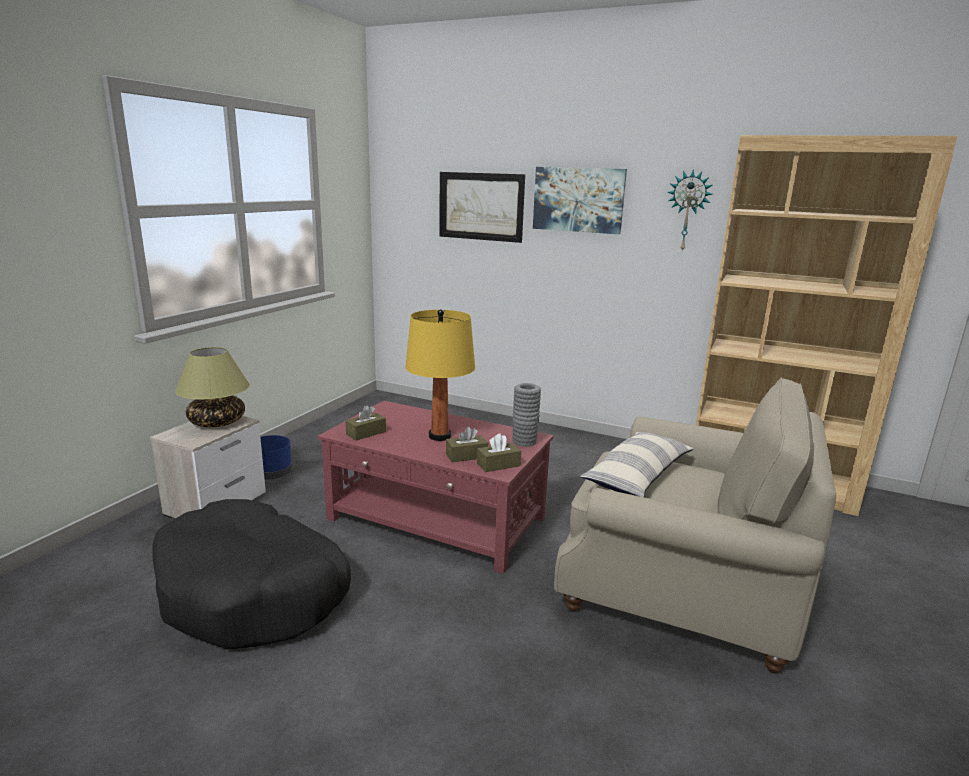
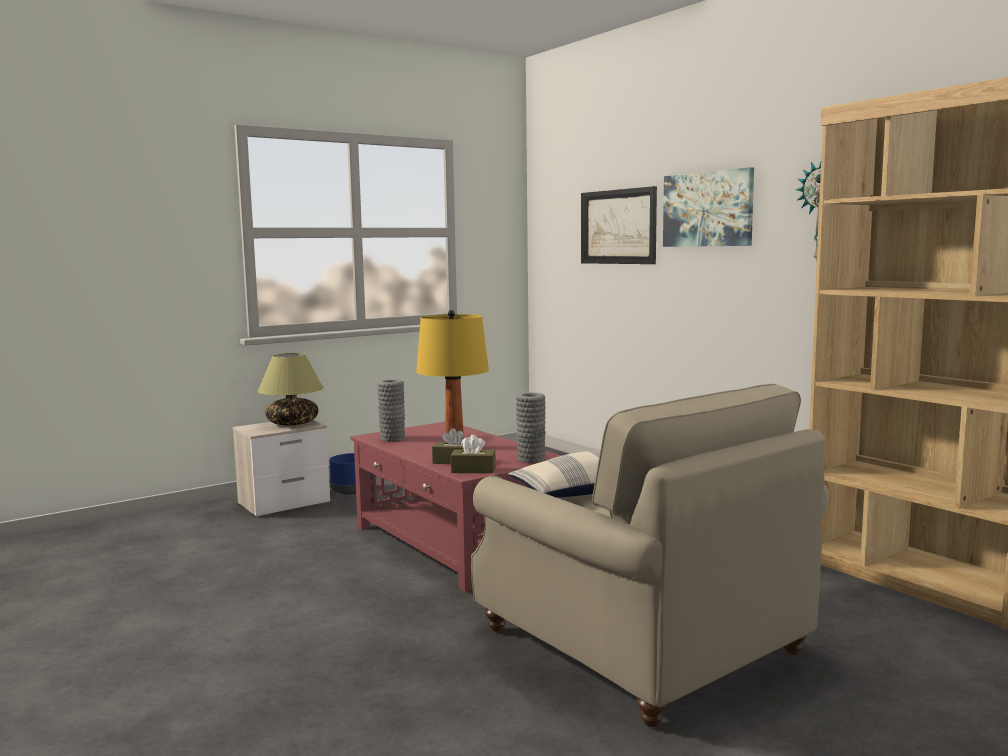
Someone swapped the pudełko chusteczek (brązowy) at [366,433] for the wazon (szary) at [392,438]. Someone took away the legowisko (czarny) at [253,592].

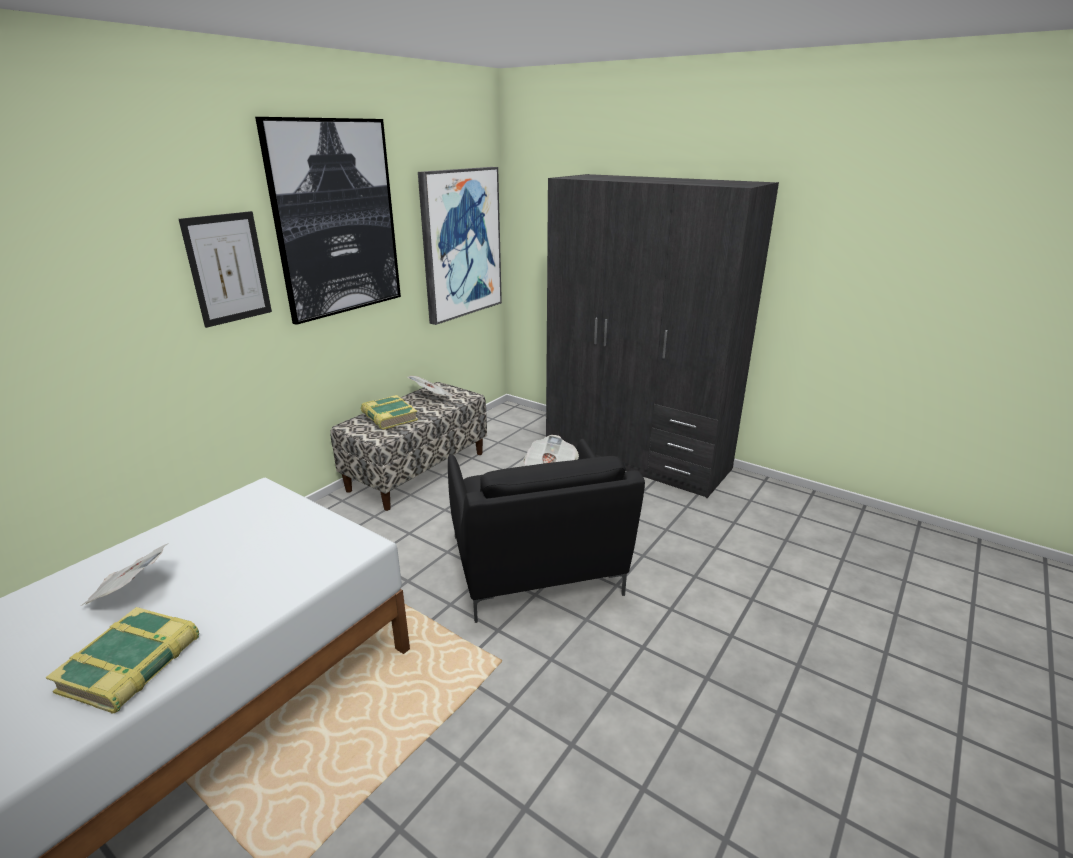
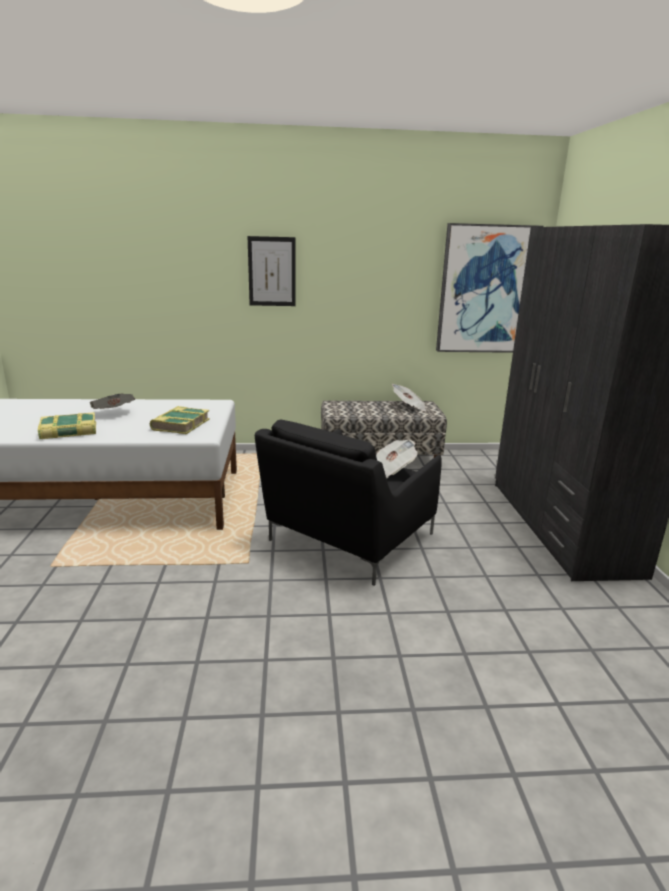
Someone carried the książka from [389,417] to [180,425]. Someone took away the obraz at [336,219].

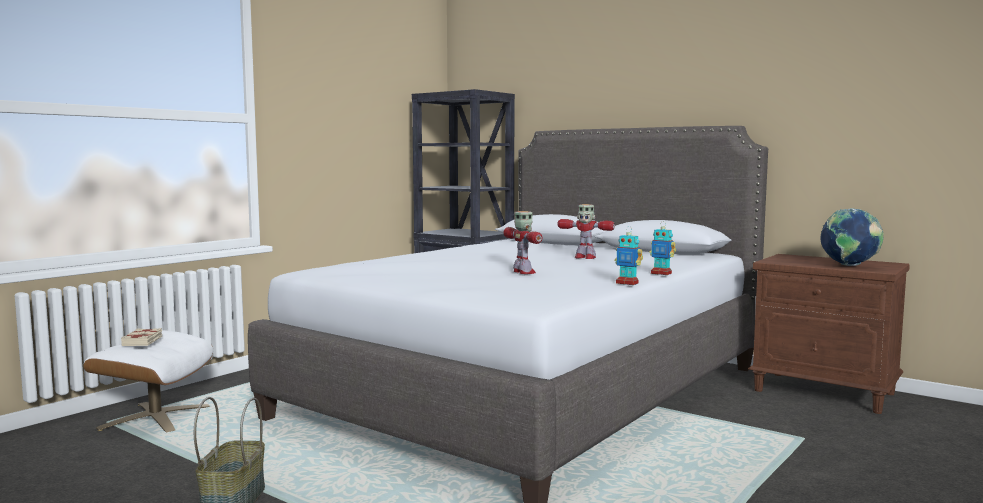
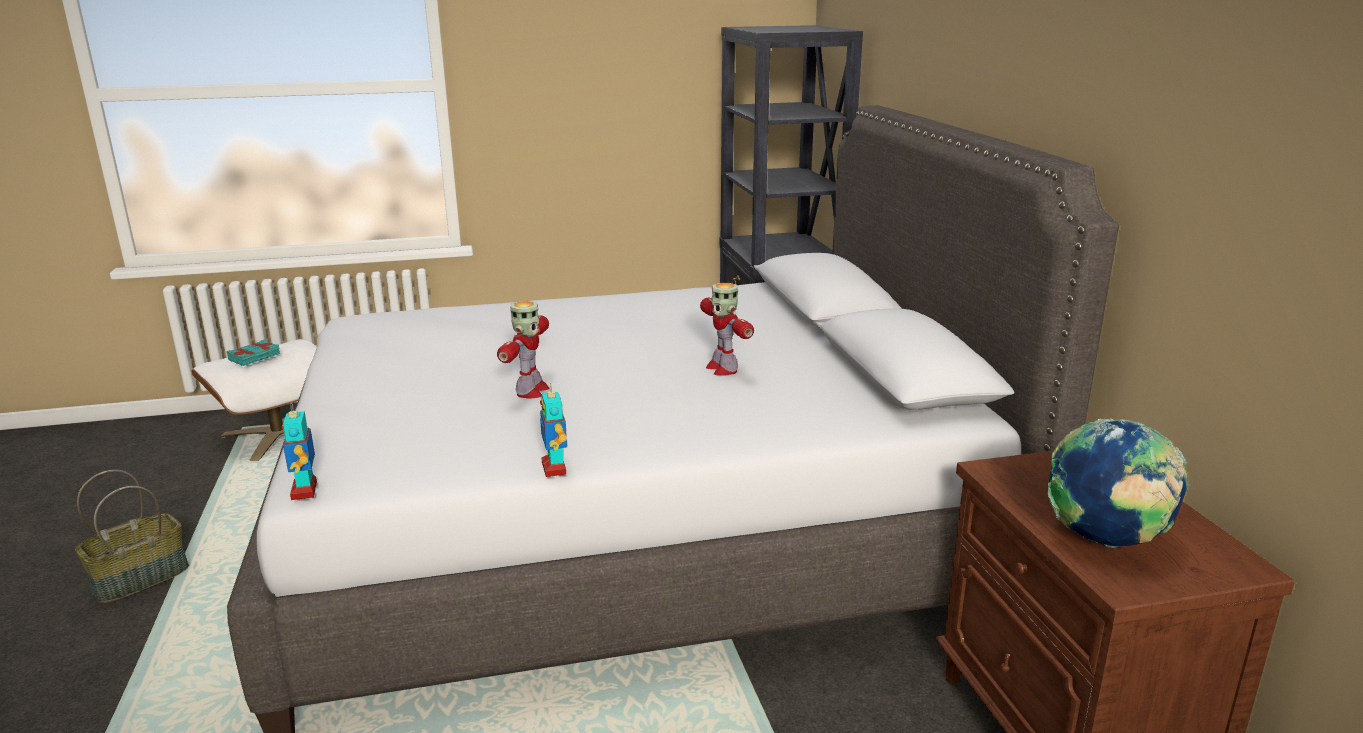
Someone repainted the książka (beżowy) at [143,341], which became the książka (turkusowy) at [255,357]. Someone carried the robot zabawkowy from [661,273] to [305,491].

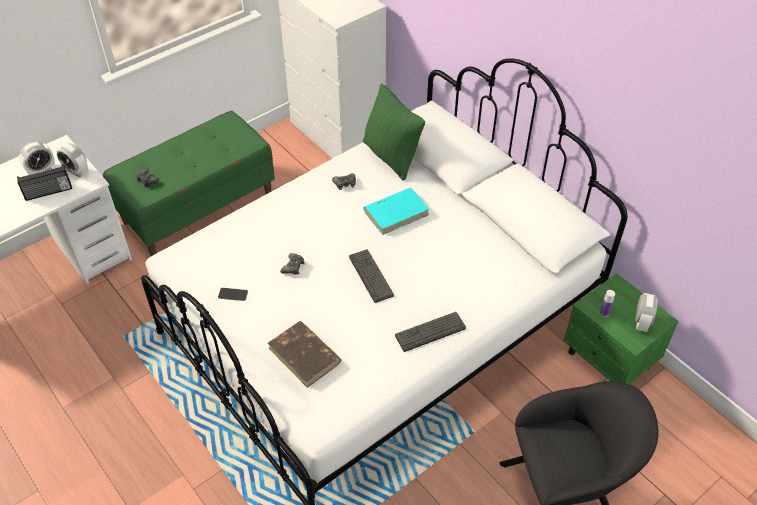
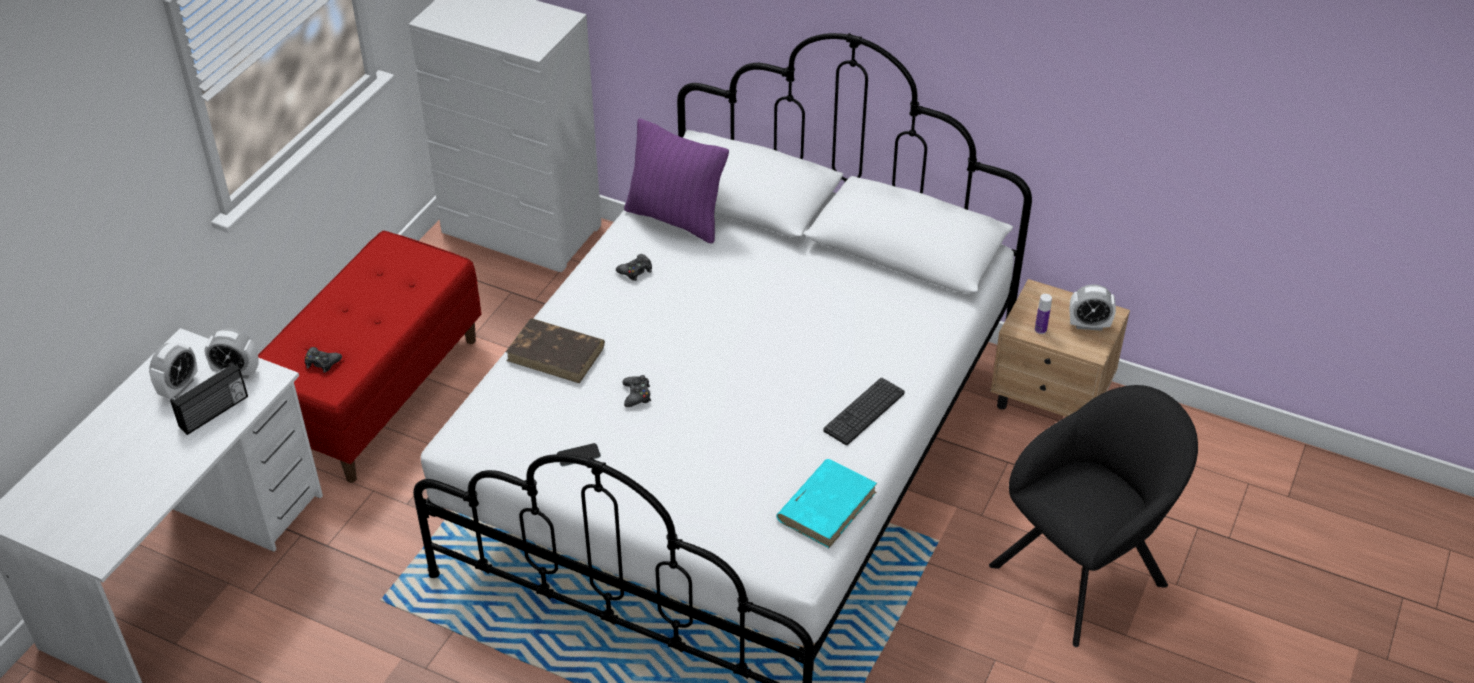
Someone repainted the ławka (zielony) at [198,207], which became the ławka (czerwony) at [377,393]. Someone carried the książka (brązowy) from [305,356] to [556,354]. Someone repainted the poduszka (zielony) at [391,157], which became the poduszka (fioletowy) at [675,219]. Someone carried the książka (turkusowy) from [396,212] to [827,505]. Someone repainted the szafka nocna (zielony) at [609,360], which became the szafka nocna (beżowy) at [1052,399]. Someone rotated the budzik at [641,322] by 105 degrees clockwise. Someone took away the klawiatura at [370,276].

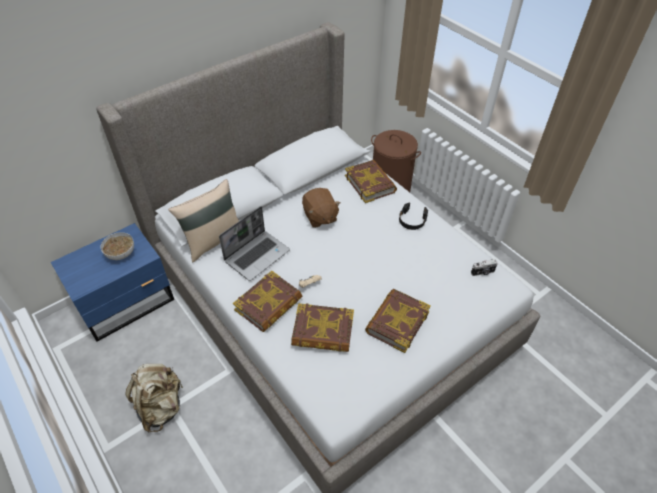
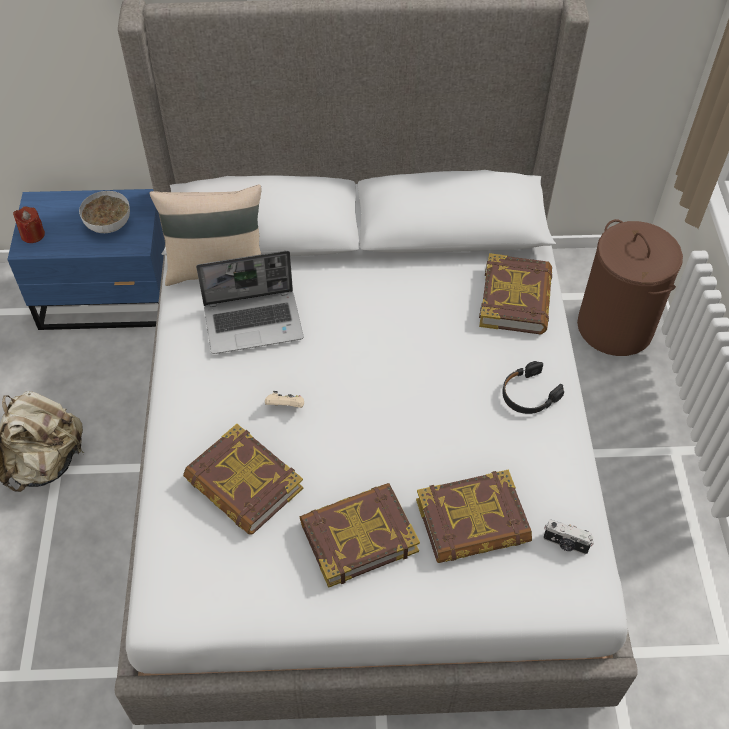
Someone put down the świeca (czerwony) at [33,234]. Someone carried the książka from [269,304] to [472,522]. Someone took away the pluszak (brązowy) at [320,217].

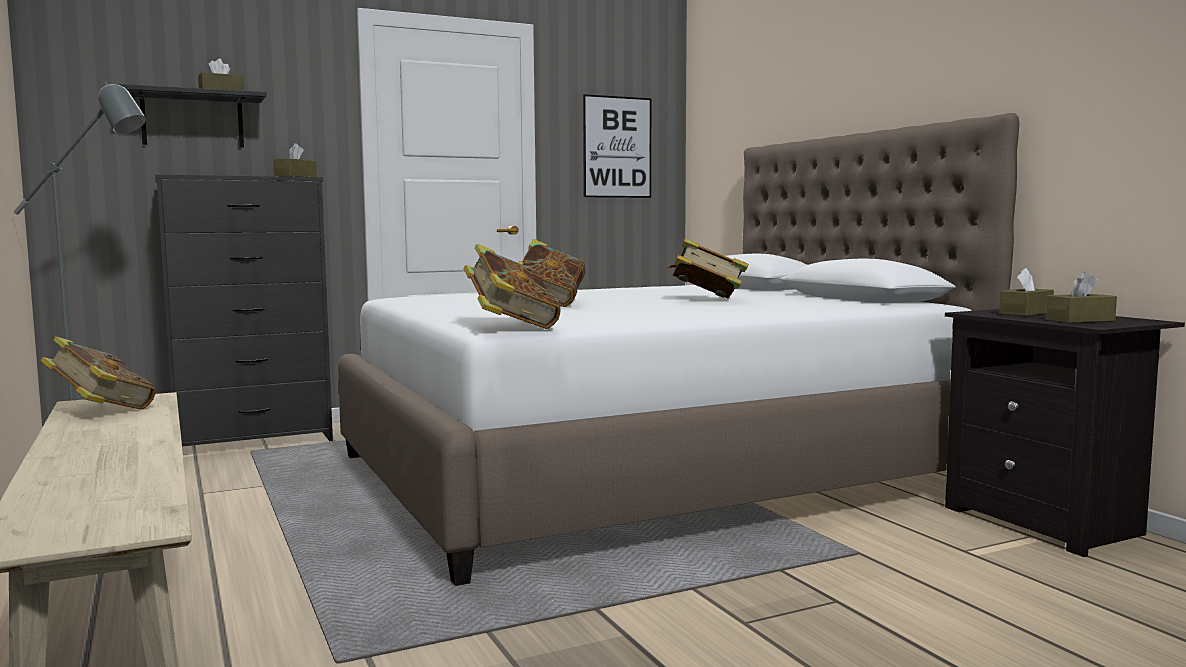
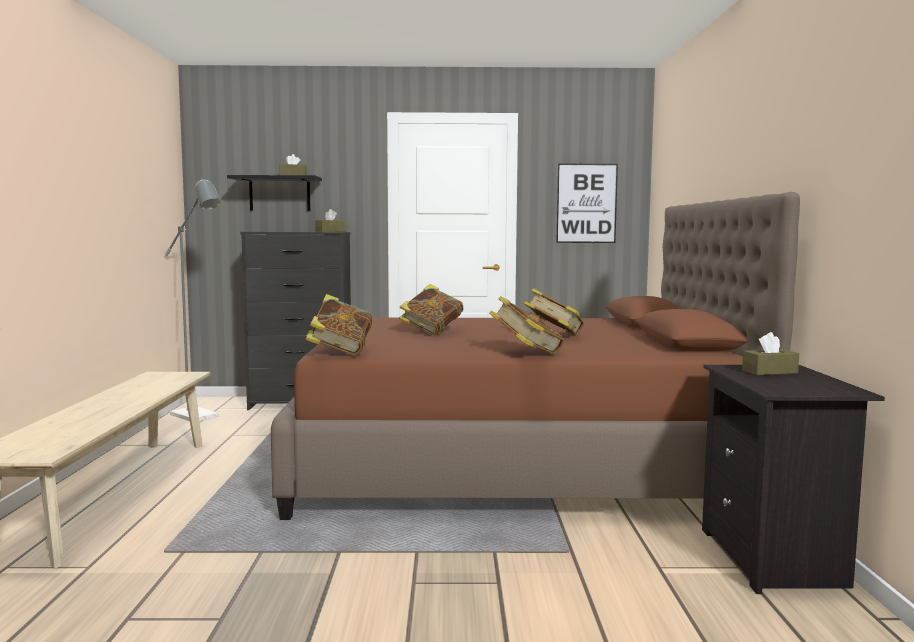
Someone repainted the łóżko (biały) at [650,472], which became the łóżko (brązowy) at [513,463]. Someone carried the książka from [101,411] to [526,353]. Someone took away the pudełko chusteczek (brązowy) at [1080,320].

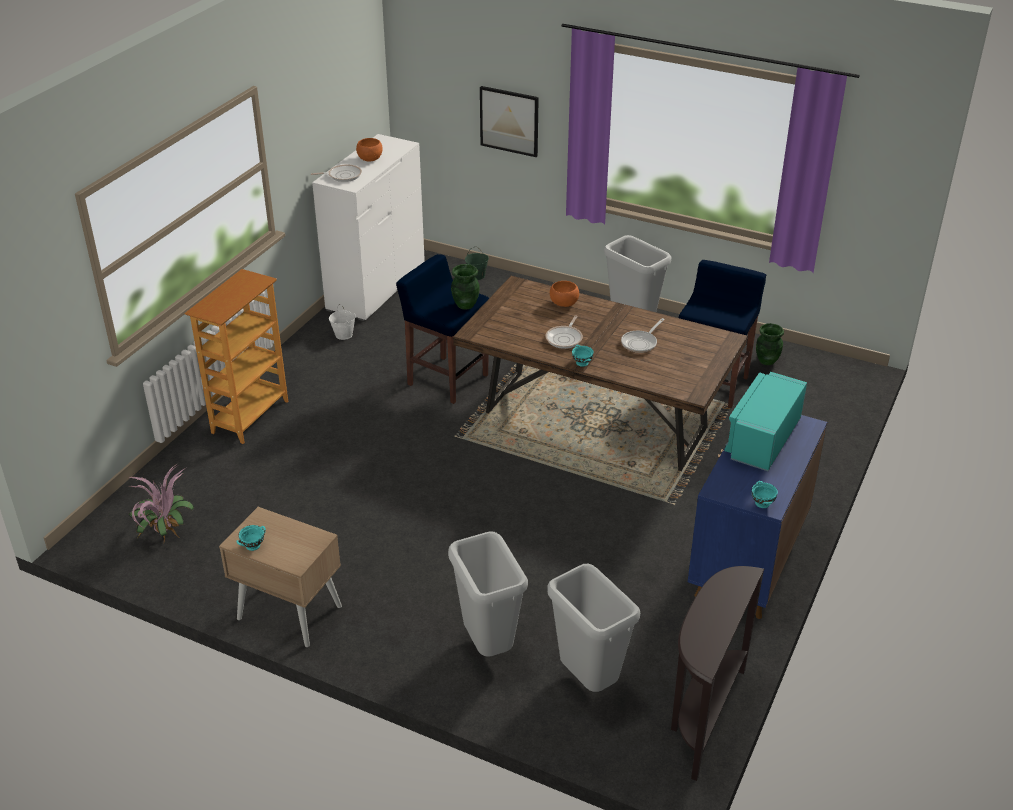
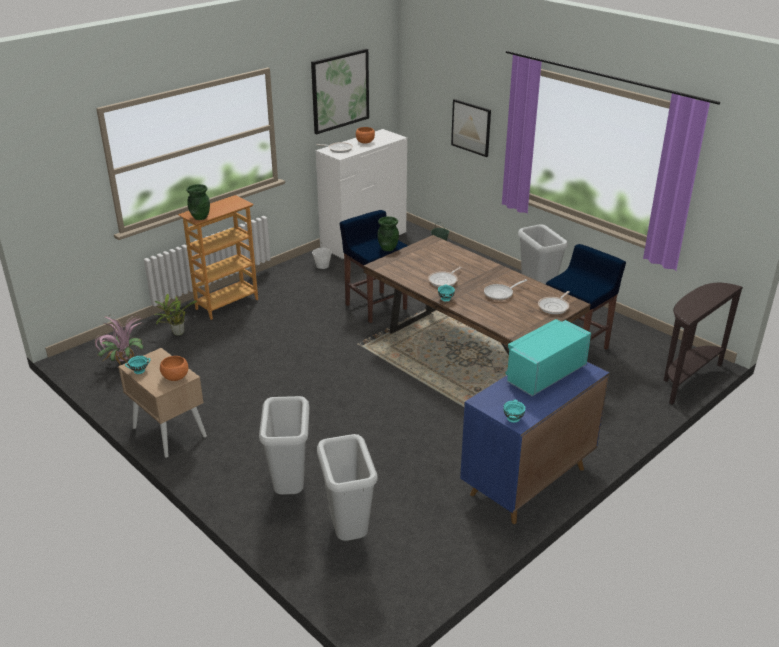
Someone put down the roślina doniczkowa at [176,334]. Someone carried the miska (pomarańczowy) from [564,303] to [175,377]. Someone carried the wazon (zielony) from [766,360] to [200,217]. Someone put up the obraz at [340,90]. Someone put down the patelnia at [554,307]. Someone carried the stolik konsolowy (brązowy) from [702,716] to [686,379].

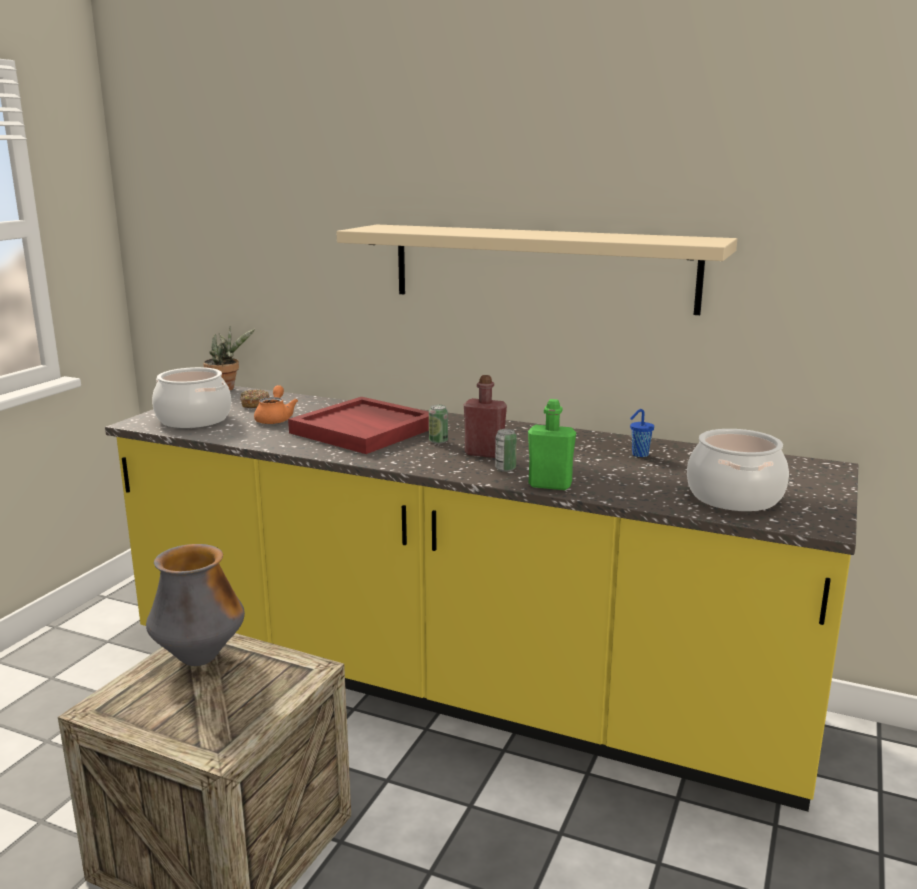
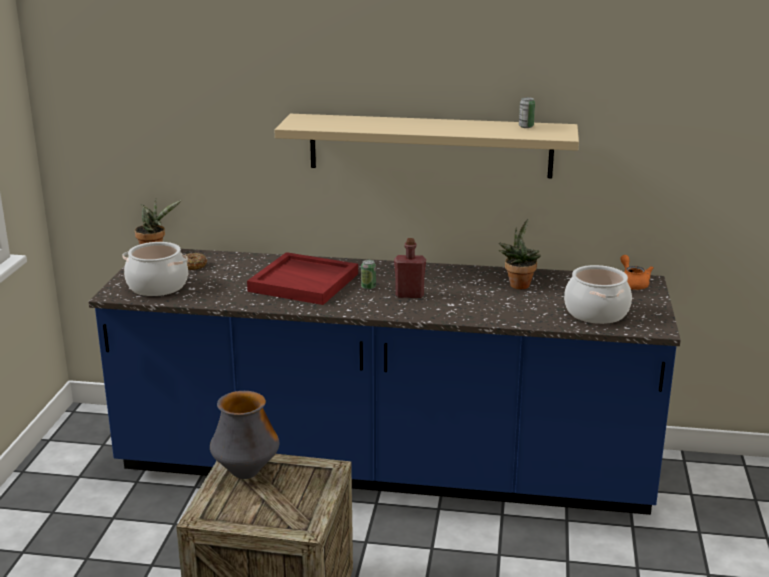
Someone repainted the zabudowa kuchenna (żółty) at [458,683], which became the zabudowa kuchenna (niebieski) at [384,467]. Someone swapped the filiżanka (niebieski) at [639,455] for the roślina doniczkowa at [518,284]. Someone carried the puszka from [505,469] to [526,126]. Someone carried the imbryk (pomarańczowy) from [275,419] to [632,283]. Someone took away the butelka (zielony) at [550,485].

